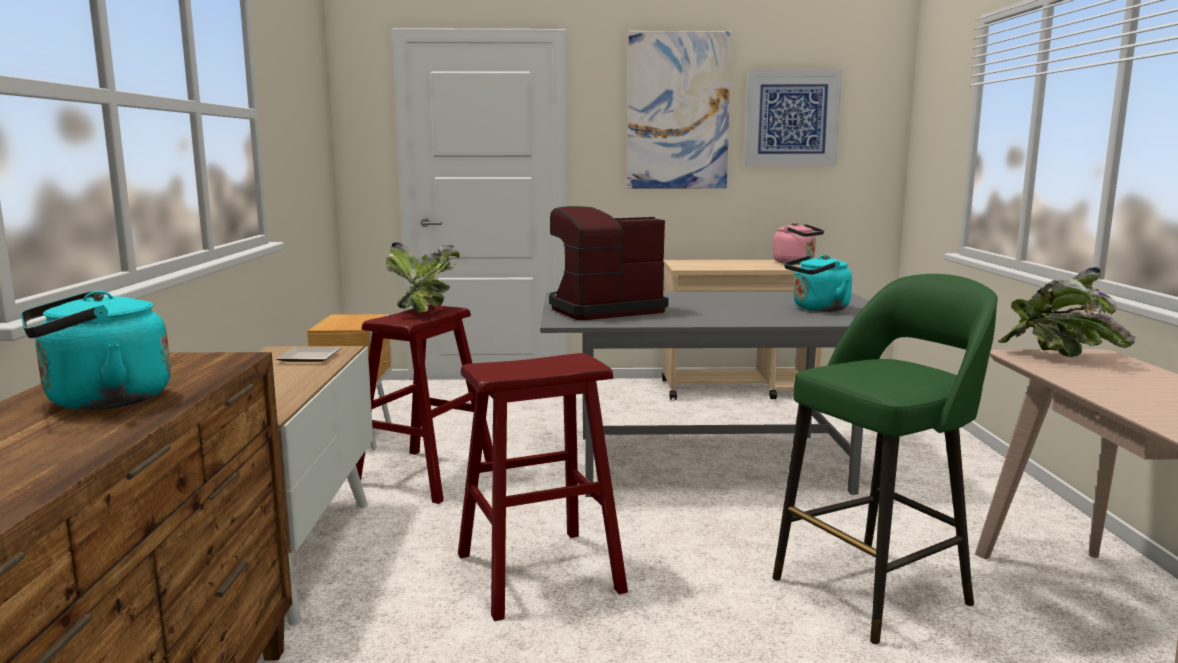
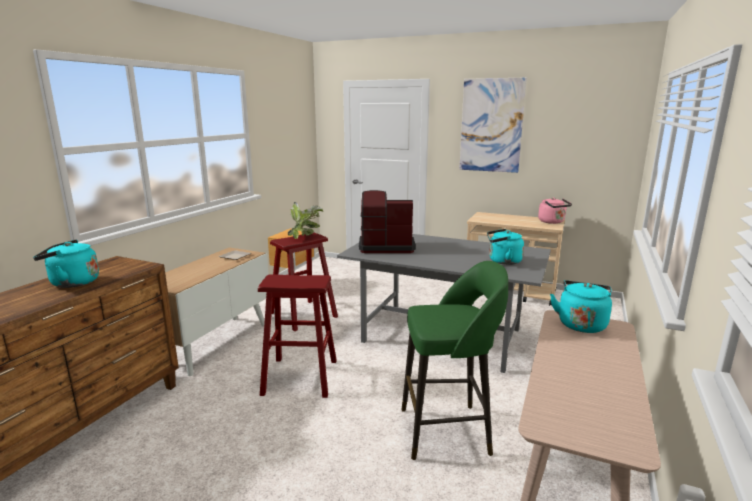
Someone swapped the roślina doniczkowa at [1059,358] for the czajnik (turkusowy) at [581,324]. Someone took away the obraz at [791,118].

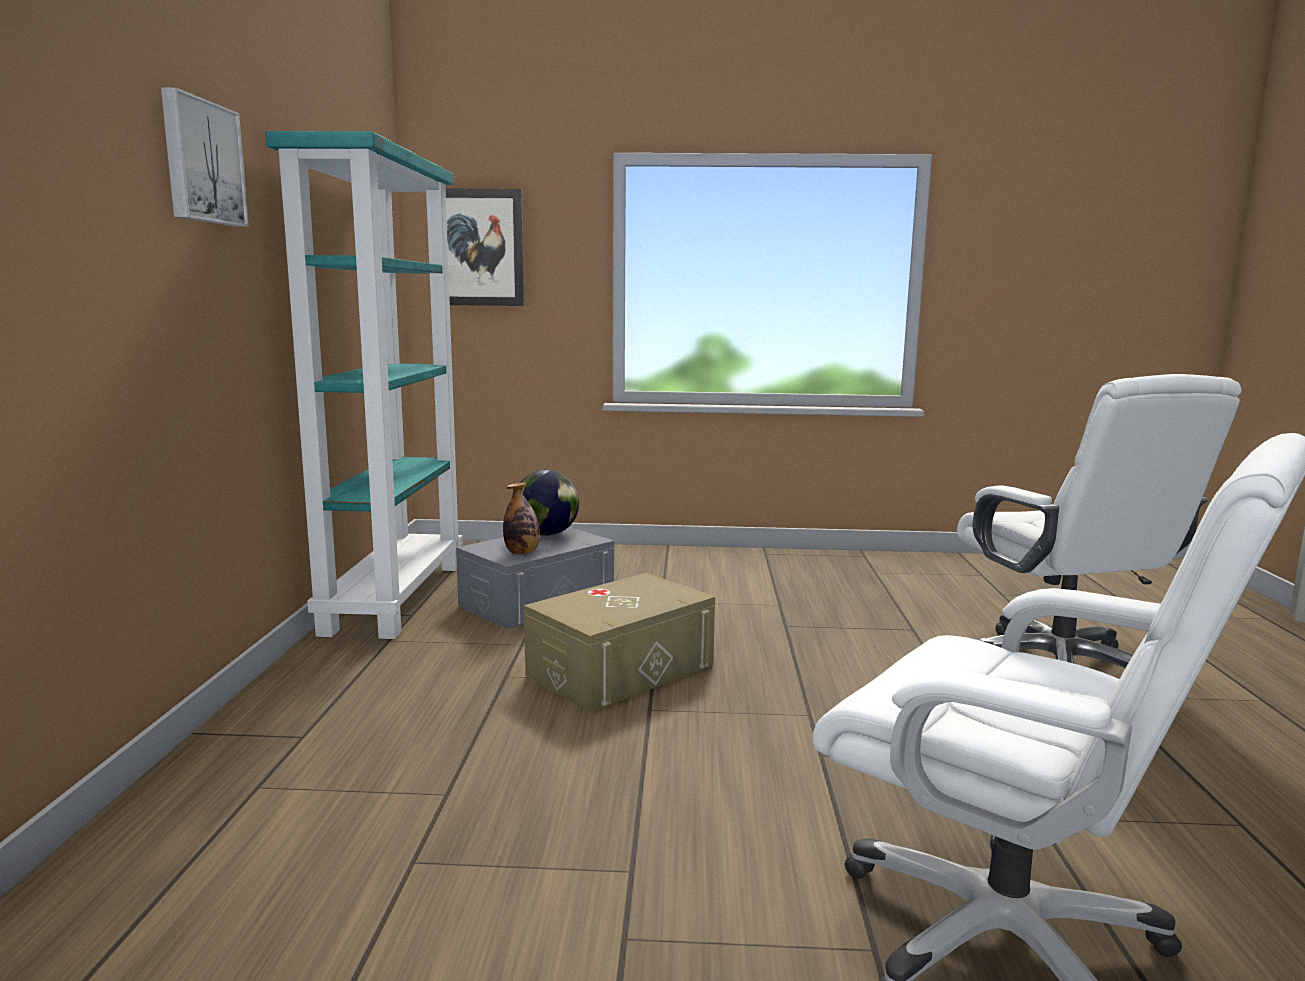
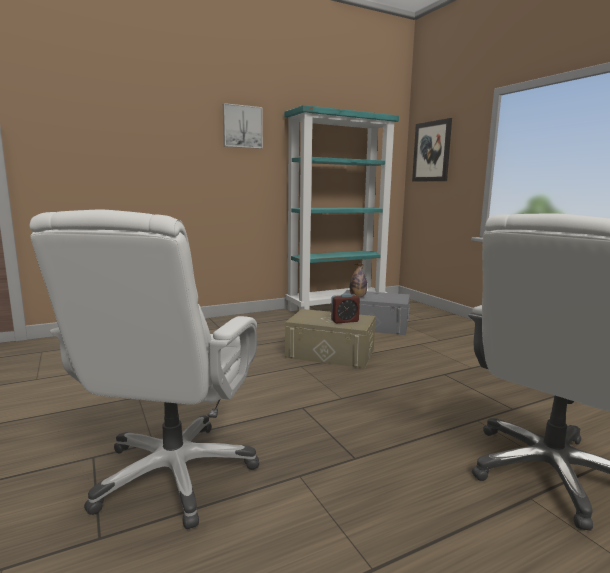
Someone put down the budzik at [344,321]. Someone took away the globus at [546,534].

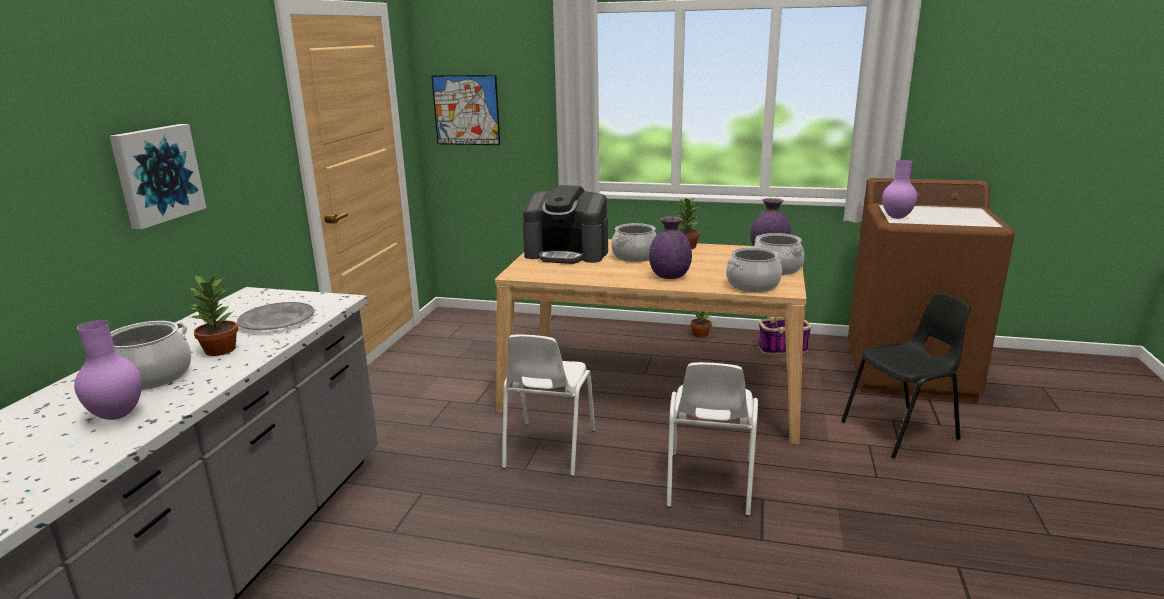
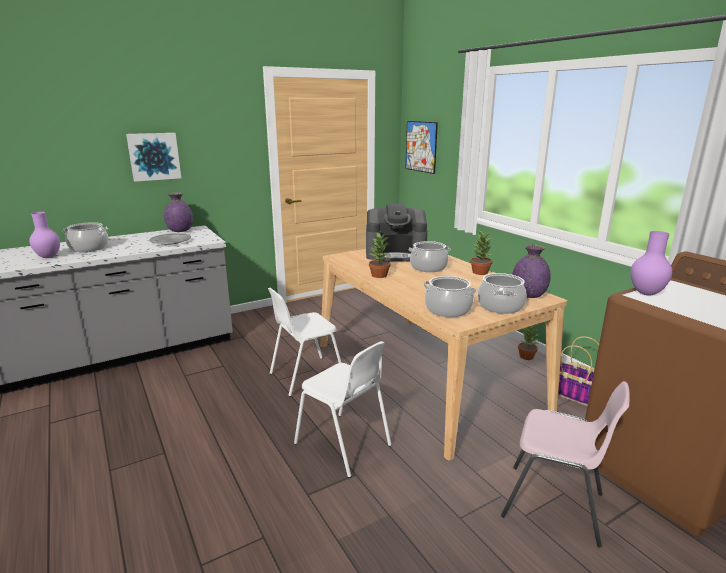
Someone carried the wazon (fioletowy) from [670,276] to [180,231]. Someone rotated the krzesło (biały) at [708,484] by 105 degrees counterclockwise. Someone rotated the ekspres do kawy at [567,253] by 60 degrees counterclockwise. Someone carried the roślina doniczkowa from [220,350] to [379,275]. Someone repainted the krzesło (czarny) at [901,431], which became the krzesło (różowy) at [554,505].

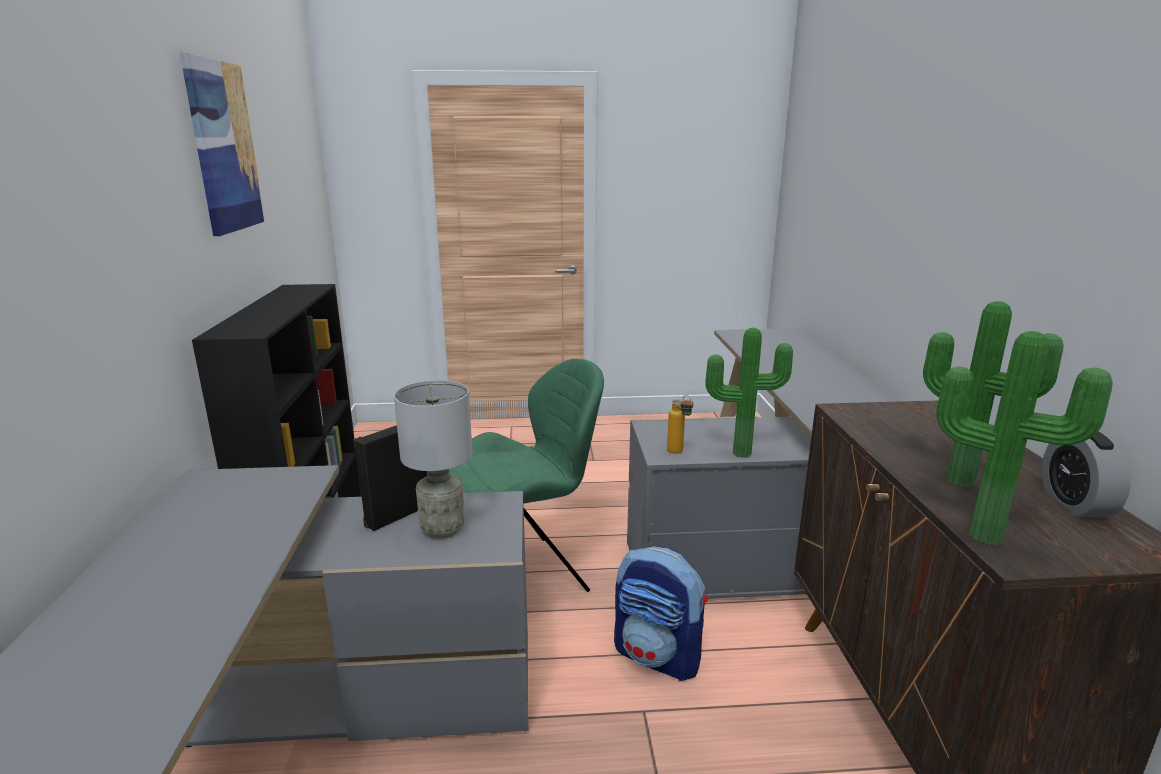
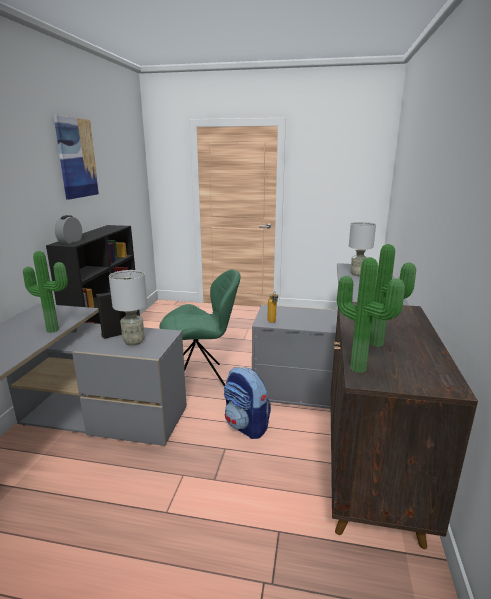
Someone carried the roślina doniczkowa from [741,452] to [54,329]. Someone carried the budzik from [1075,503] to [70,241]. Someone put down the lampa stołowa (szary) at [358,274].

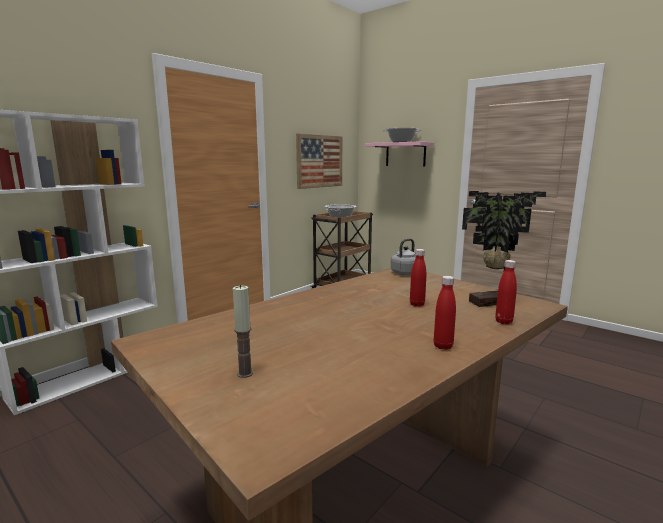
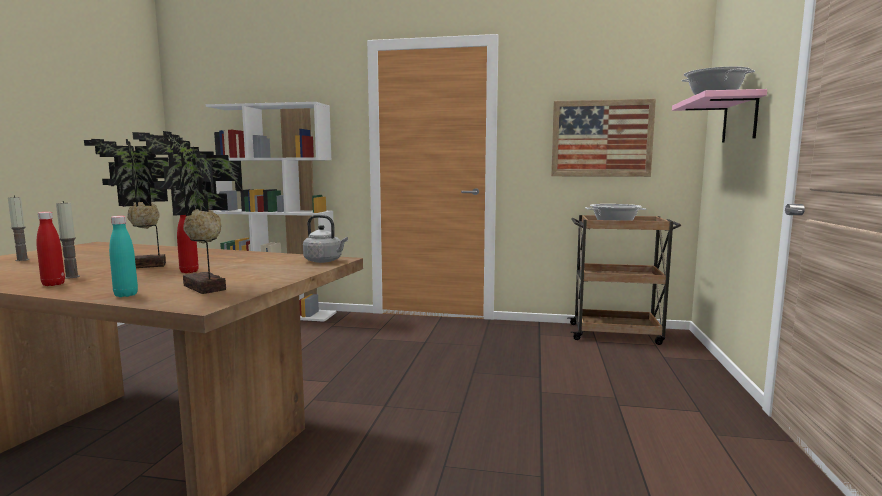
Someone put down the świeca at [72,277]. Someone put down the roślina doniczkowa at [144,266]. Someone repainted the butelka (czerwony) at [503,321], which became the butelka (turkusowy) at [126,295].

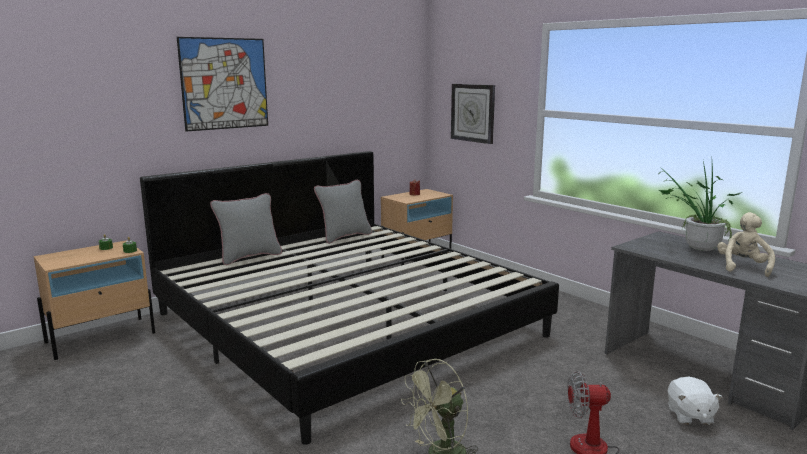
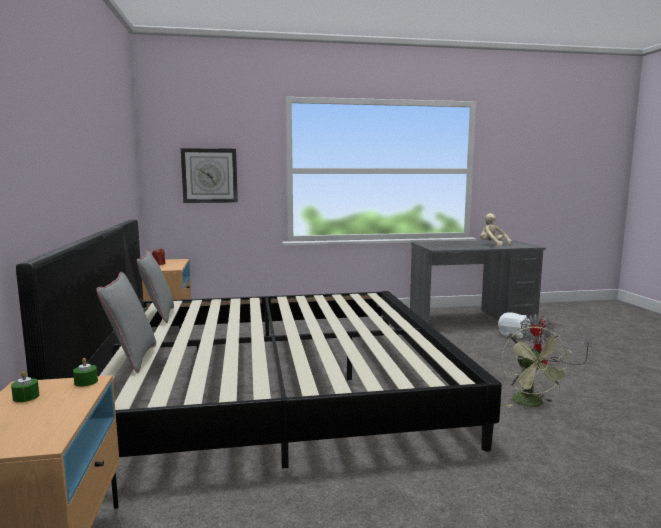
Someone took away the obraz at [224,83]. Someone took away the roślina doniczkowa at [694,248].

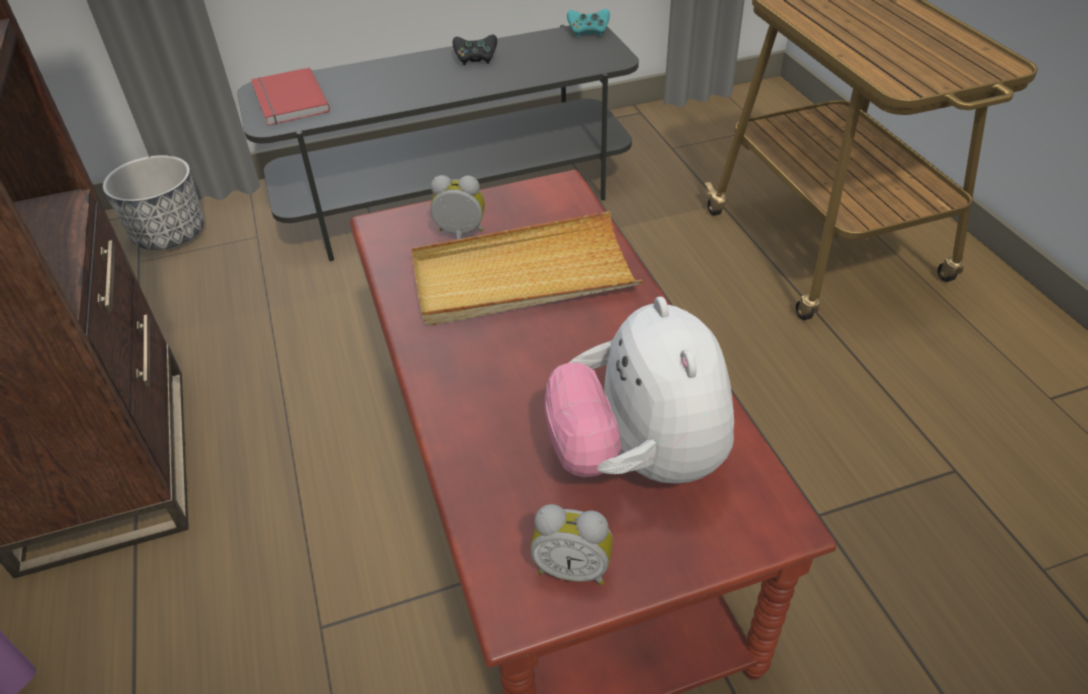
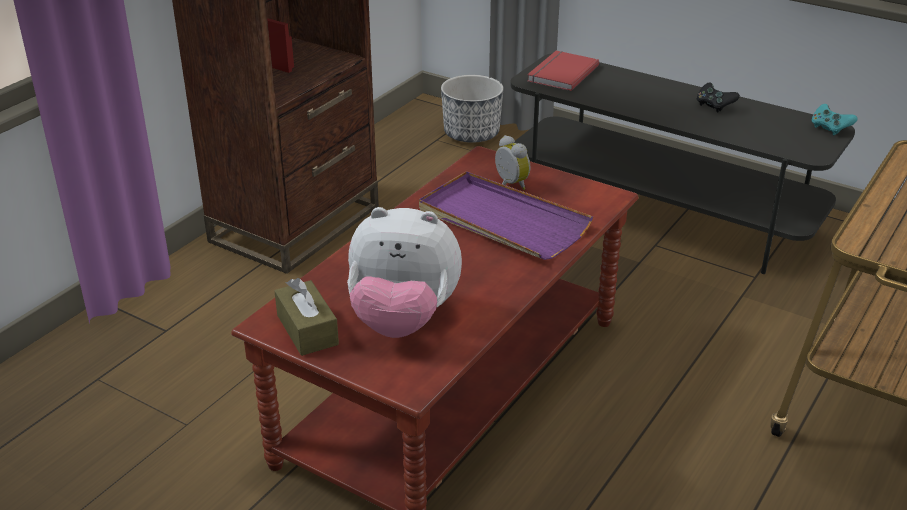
Someone swapped the budzik at [573,568] for the pudełko chusteczek (brązowy) at [307,330]. Someone rotated the pluszak at [637,459] by 120 degrees counterclockwise. Someone repainted the taca (beżowy) at [522,276], which became the taca (fioletowy) at [502,221].

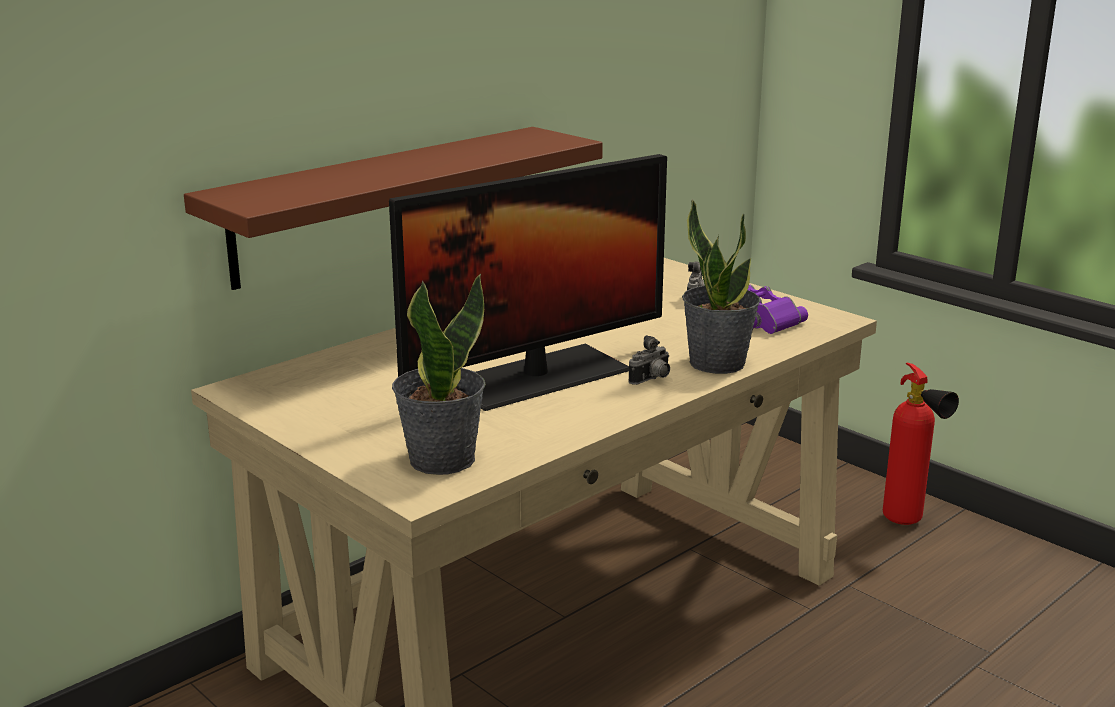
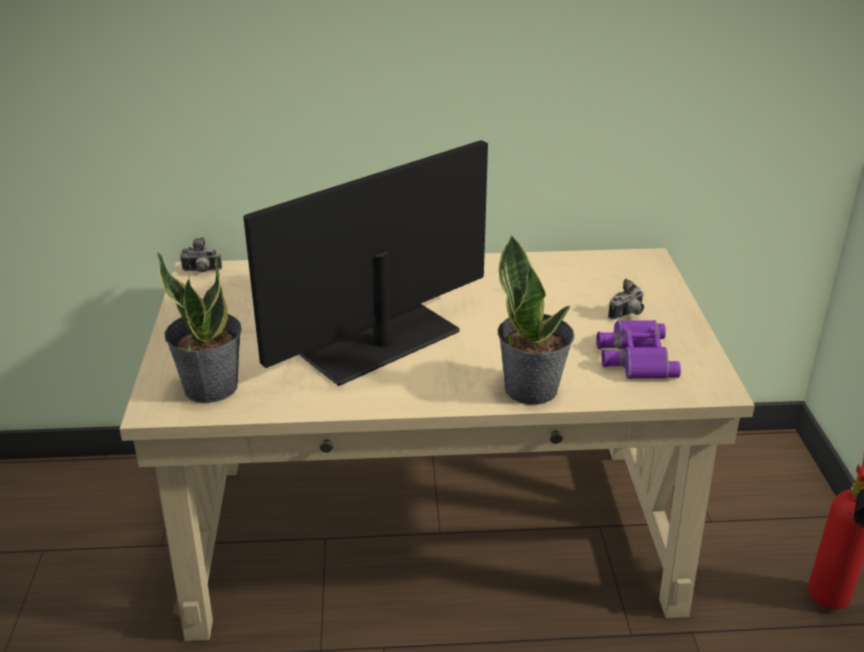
Someone carried the aparat fotograficzny from [652,380] to [201,271]. Someone rotated the monitor at [538,377] by 135 degrees clockwise. Someone took away the półka (brązowy) at [379,204].

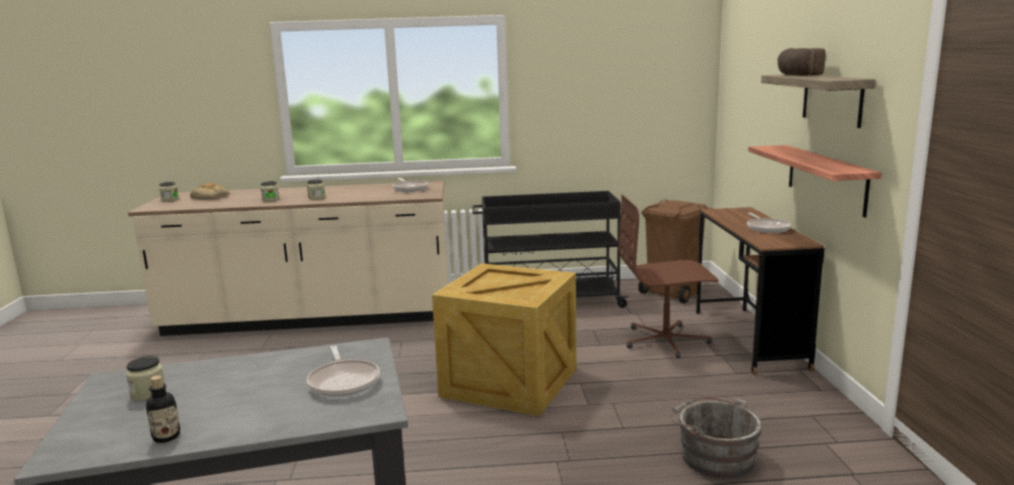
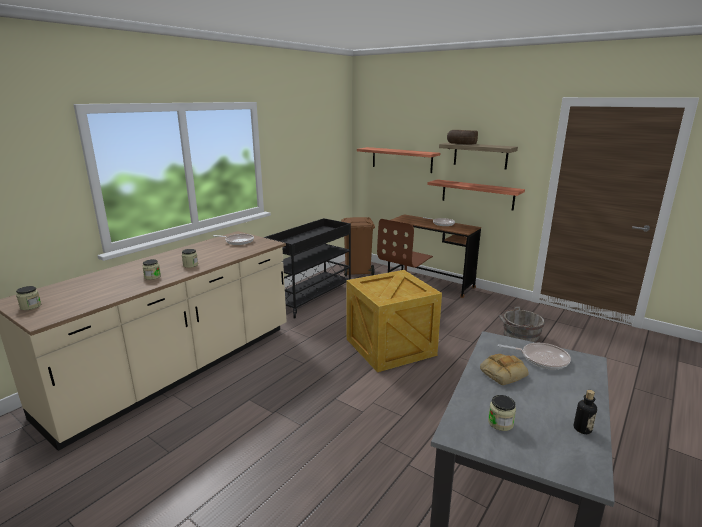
Someone put up the półka at [401,159]. Someone carried the chleb from [211,197] to [503,372].

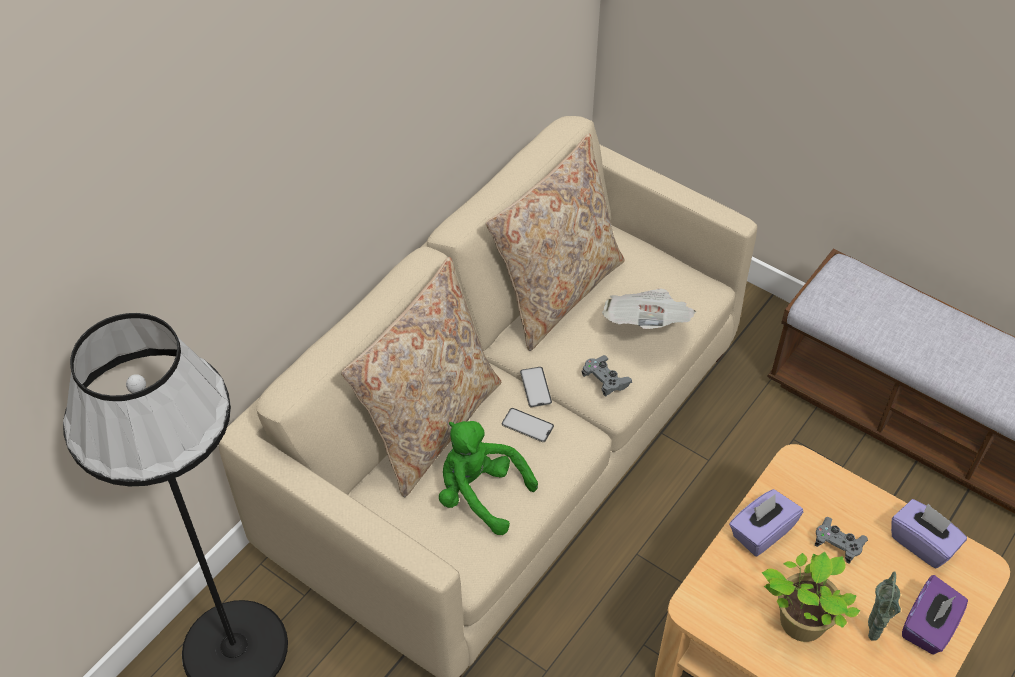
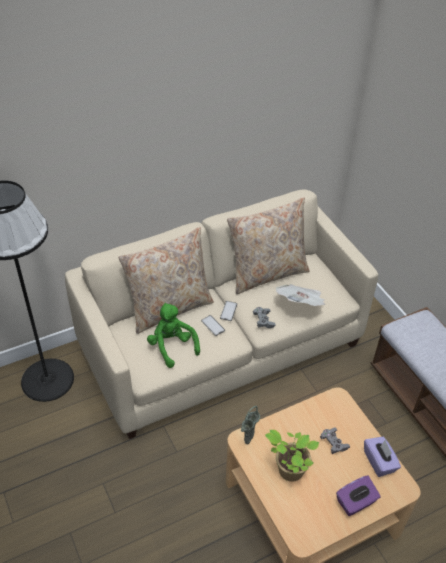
Someone carried the wazon (zielony) from [871,636] to [248,442]. Someone took away the pudełko chusteczek (fioletowy) at [761,532].

